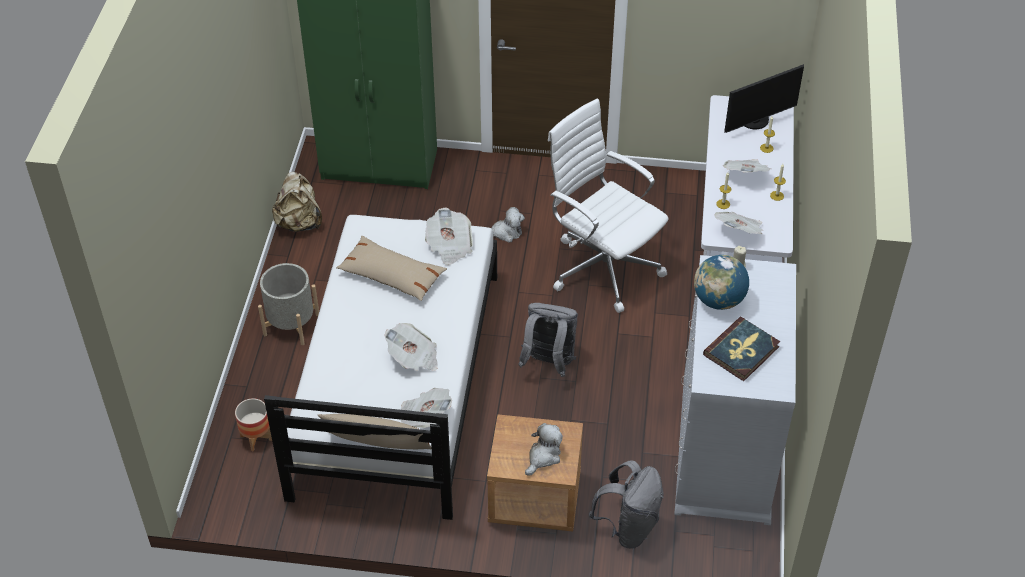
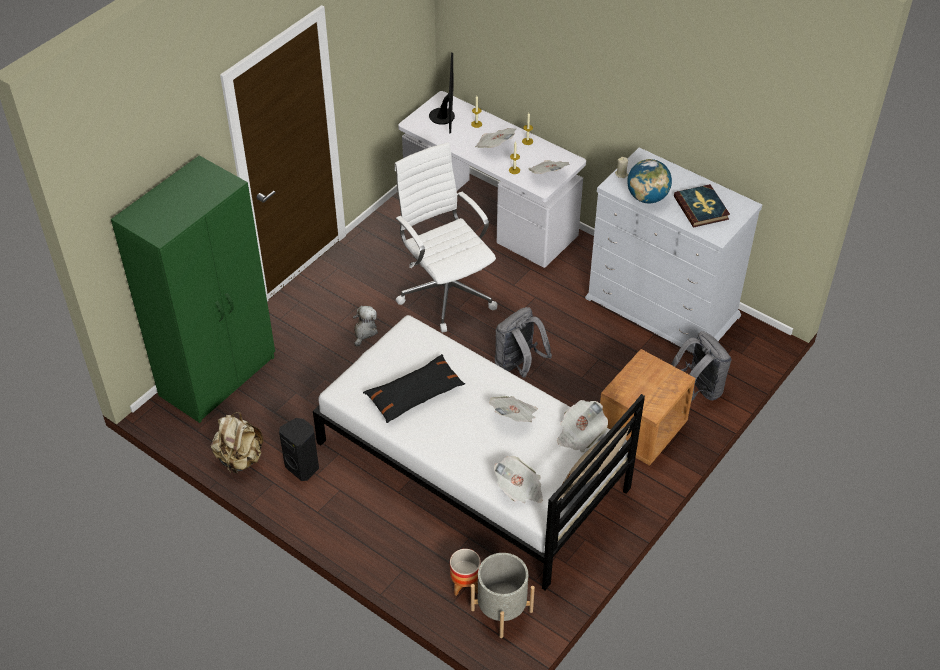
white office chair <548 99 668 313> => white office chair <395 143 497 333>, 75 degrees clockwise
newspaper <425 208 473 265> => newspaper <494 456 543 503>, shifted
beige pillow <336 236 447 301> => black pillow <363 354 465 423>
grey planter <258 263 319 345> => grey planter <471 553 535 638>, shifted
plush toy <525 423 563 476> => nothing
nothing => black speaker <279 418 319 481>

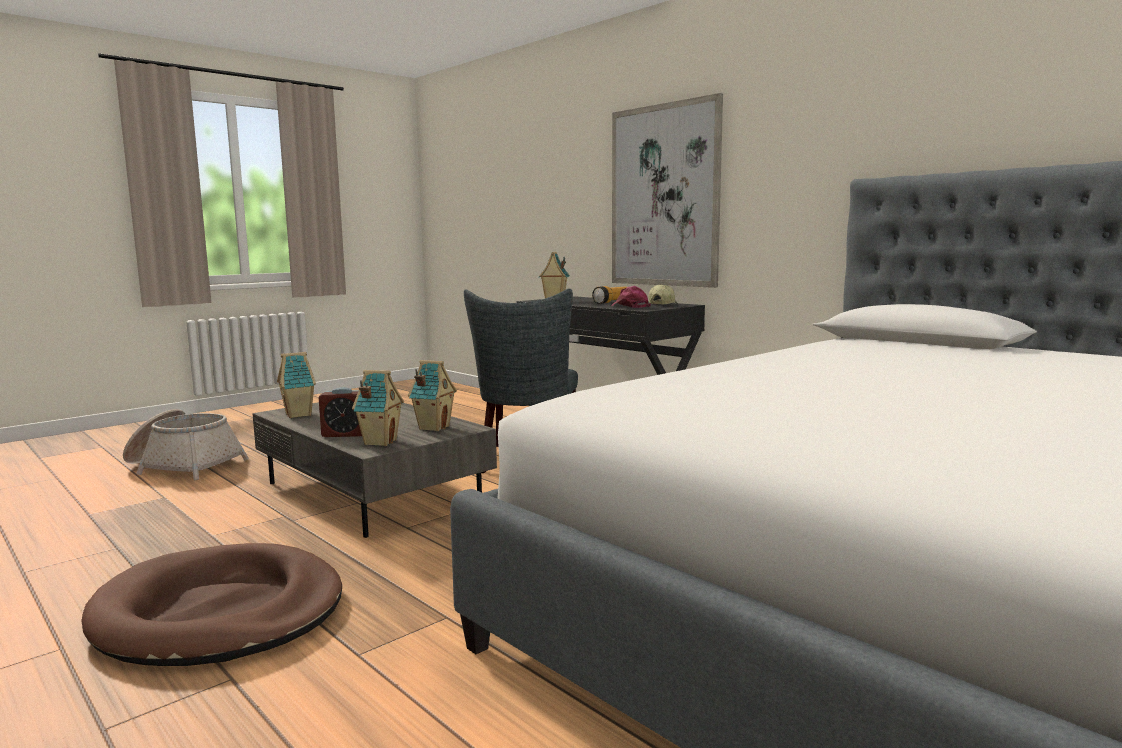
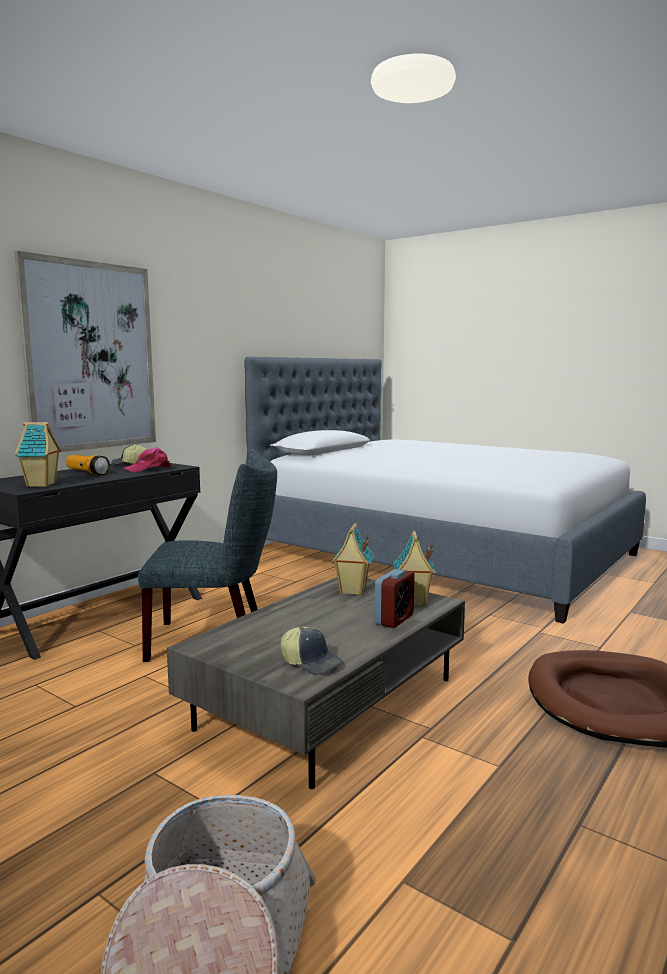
toy house <277 352 316 418> => cap <280 627 344 675>
alarm clock <319 387 362 437> => alarm clock <374 569 415 628>, 45 degrees clockwise

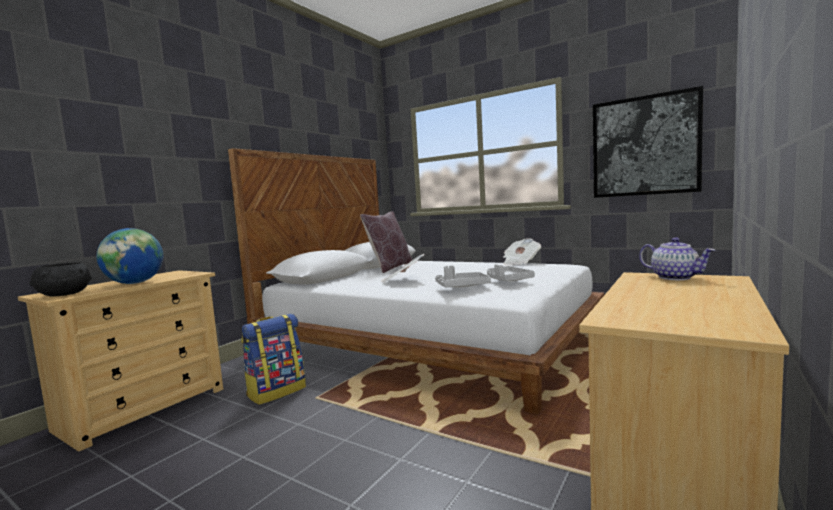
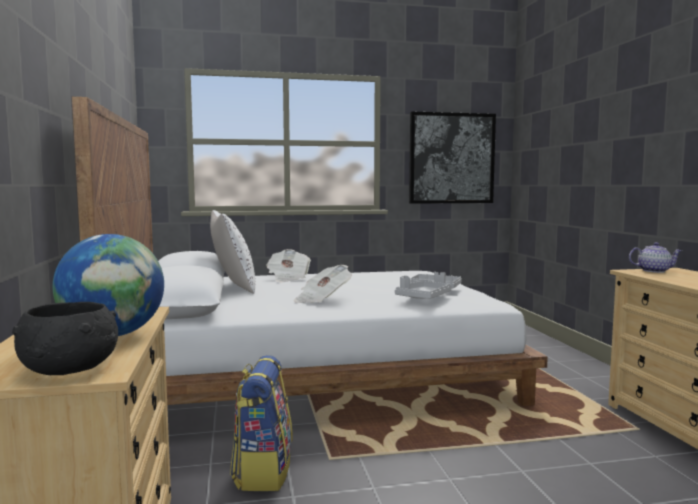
brown pillow <360 211 412 273> => white pillow <210 210 255 294>
newspaper <503 238 541 266> => newspaper <266 249 311 282>, shifted

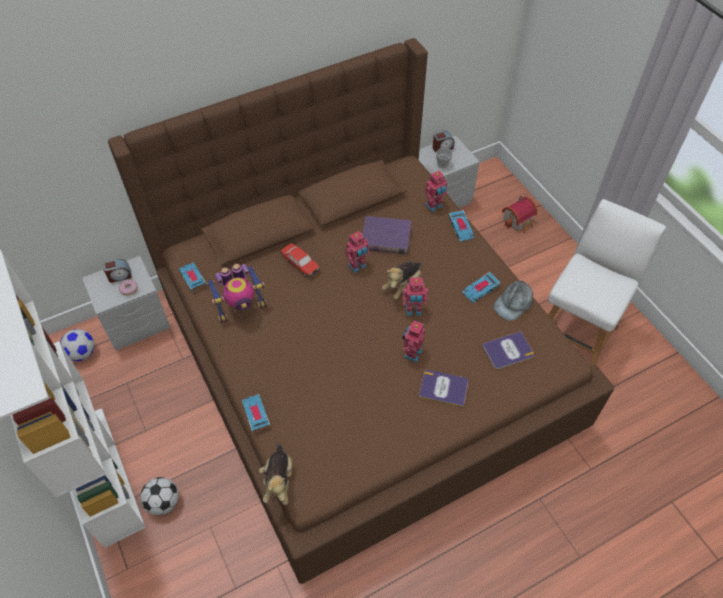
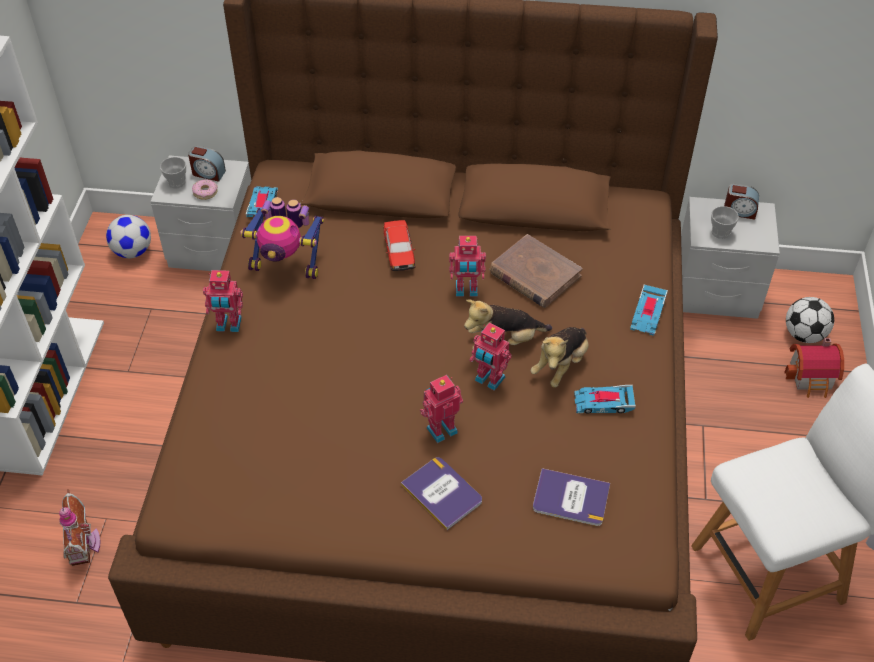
toy robot <424 171 448 212> => toy robot <203 270 243 332>, shifted
purple book <363 216 411 254> => brown book <490 234 582 308>
grey cap <493 281 533 321> => nothing
toy car <242 394 270 432> => nothing
plush toy <259 443 292 505> => plush toy <530 327 589 388>, shifted
football <140 477 179 515> => football <786 297 834 343>, shifted
nothing => cup <160 157 186 189>
nothing => toy house <59 489 100 566>

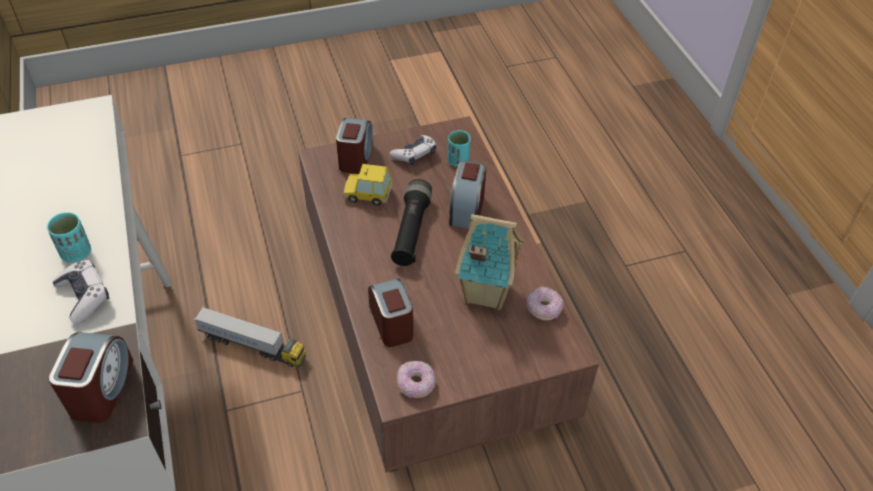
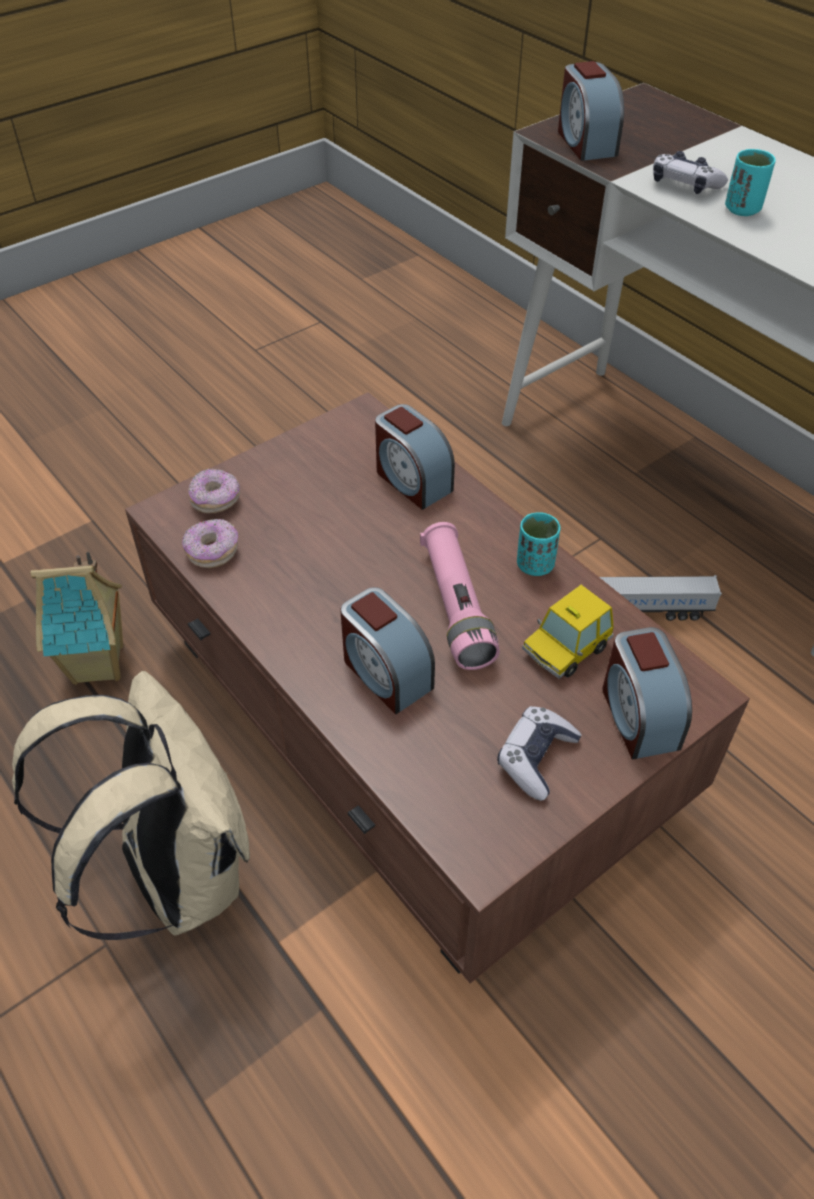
turquoise cup <448 130 471 167> => turquoise cup <517 512 560 576>, shifted
alarm clock <449 161 486 228> => alarm clock <340 587 435 714>, 150 degrees clockwise
toy car <343 164 392 206> => toy car <522 585 614 679>, 150 degrees clockwise
black flashlight <391 179 432 266> => pink flashlight <420 522 500 670>
toy house <455 214 524 310> => toy house <30 551 123 685>, shifted
donut <397 361 436 398> => donut <188 469 240 513>, shifted
nothing => beige backpack <12 671 250 940>

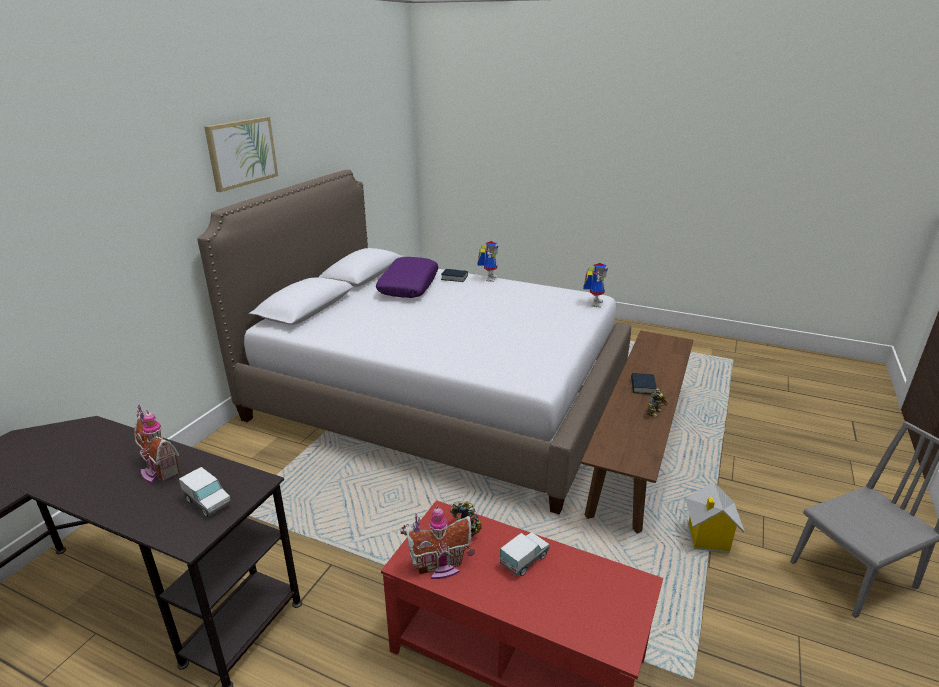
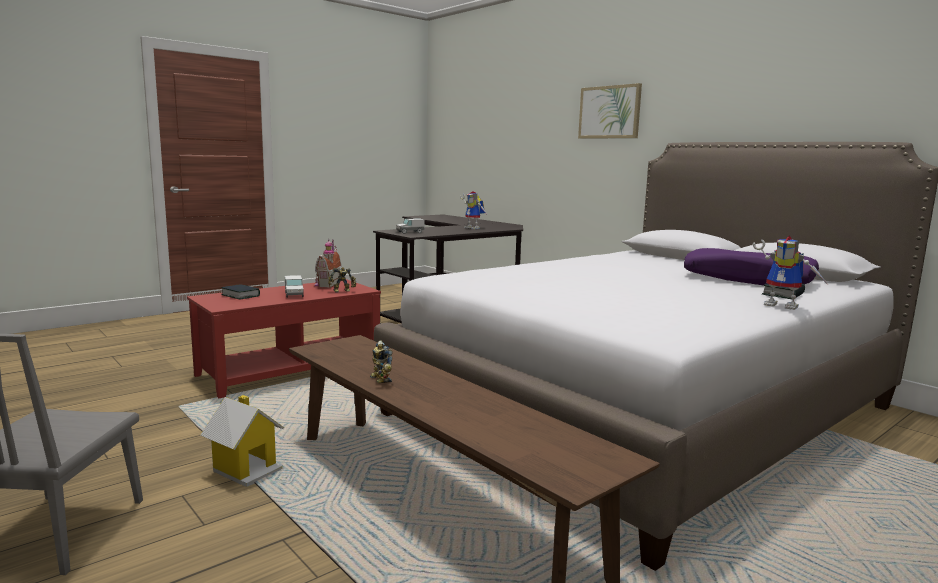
picture <204 117 278 192> => picture <578 83 642 139>, shifted
toy robot <583 263 608 308> => toy robot <460 191 488 229>, shifted
book <631 373 656 394> => book <221 284 260 300>, shifted
toy house <134 404 180 484> => nothing

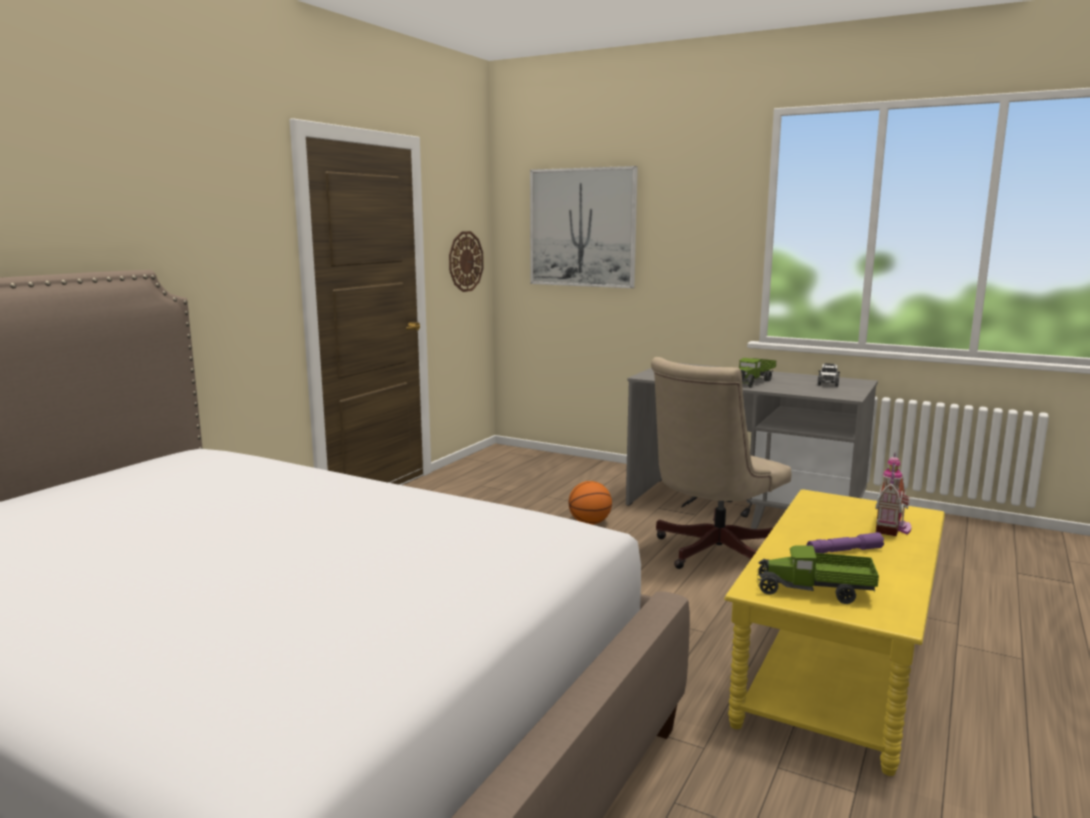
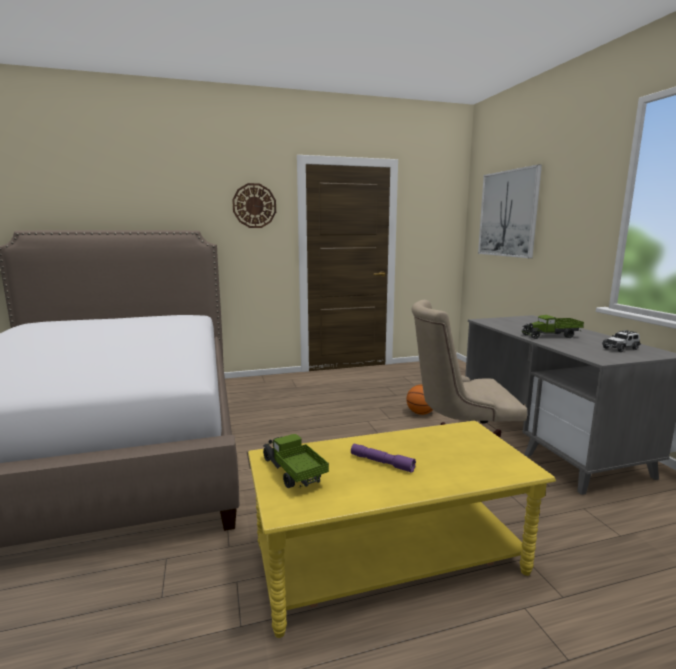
wall clock <449 231 484 292> => wall clock <232 183 276 228>, shifted
toy house <876 453 911 536> => nothing

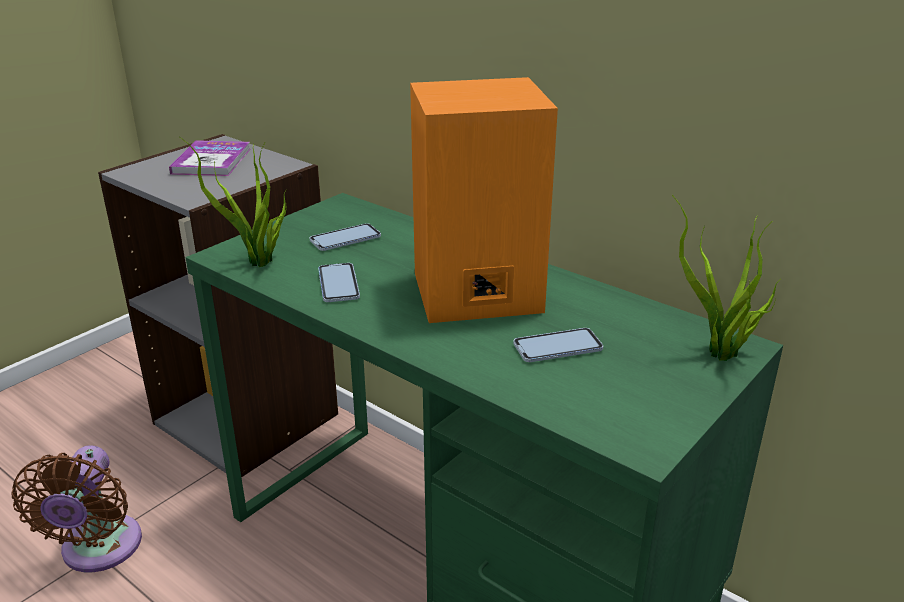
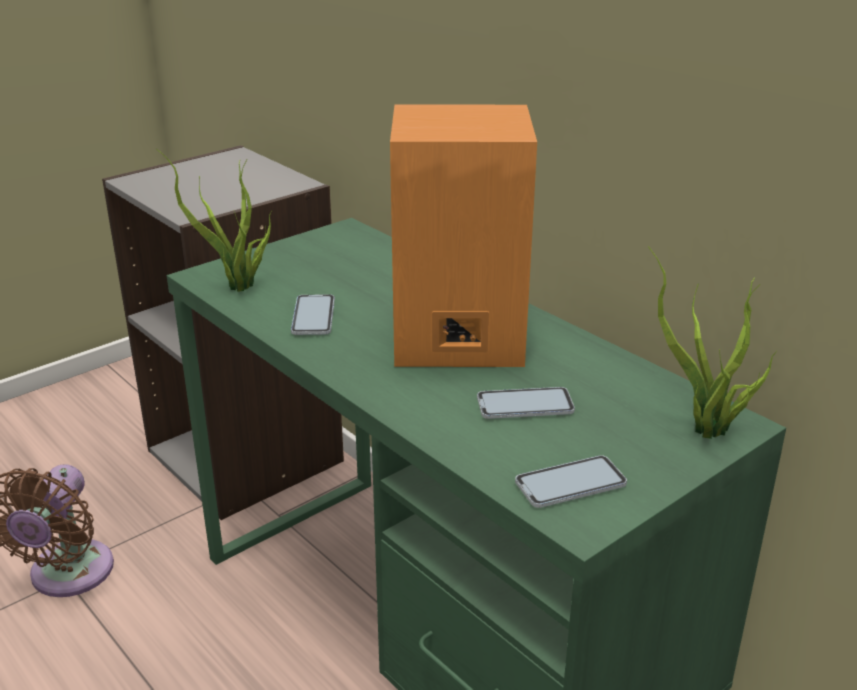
book <169 140 250 176> => nothing
phone <310 223 381 251> => phone <515 455 627 508>, shifted

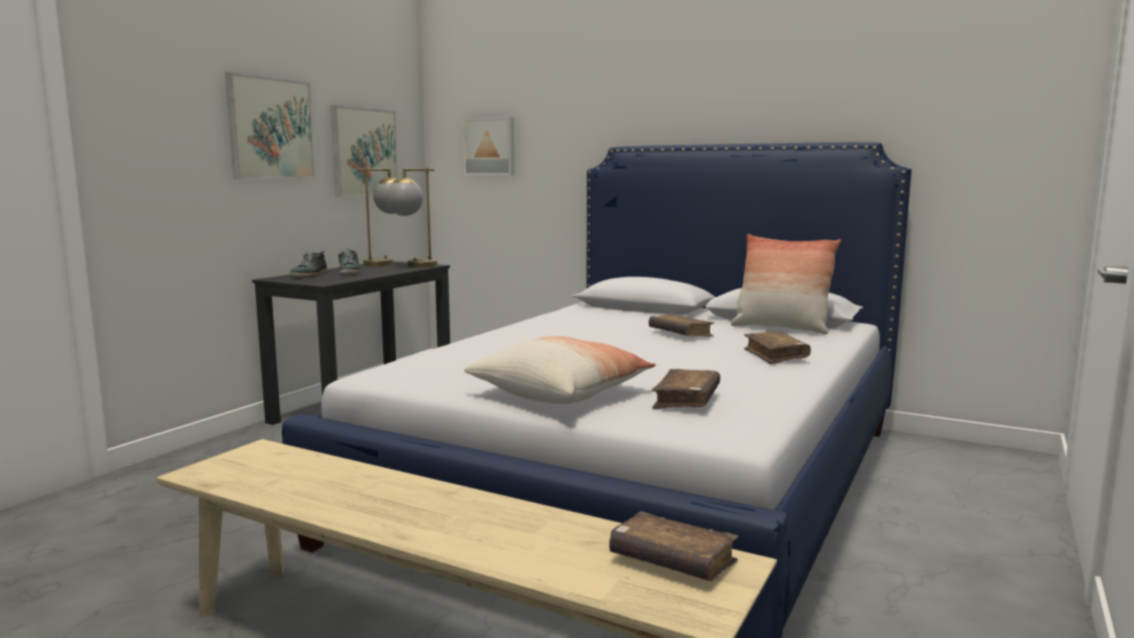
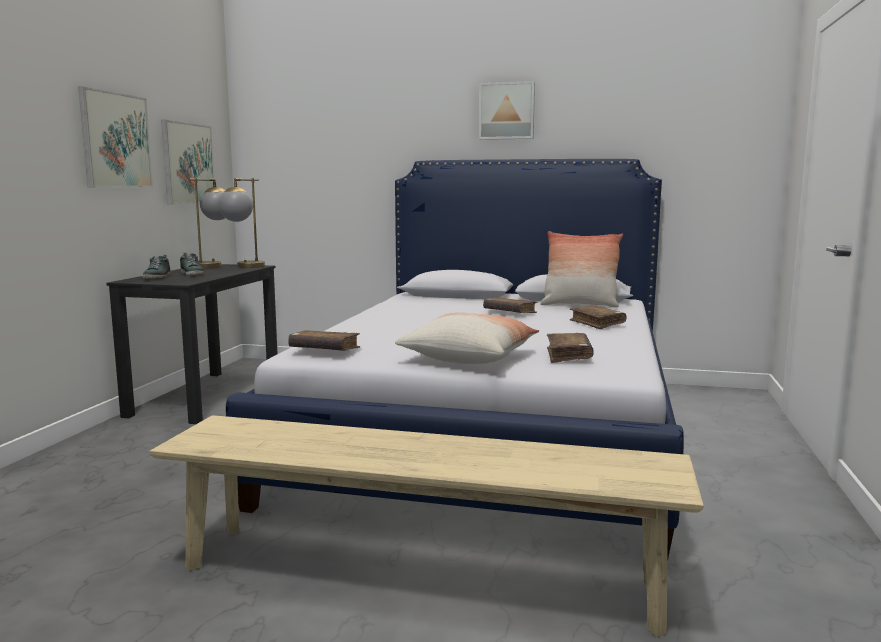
picture <463 117 515 175> => picture <479 81 535 140>, shifted
brown book <609 511 738 581> => brown book <288 330 360 351>, shifted

